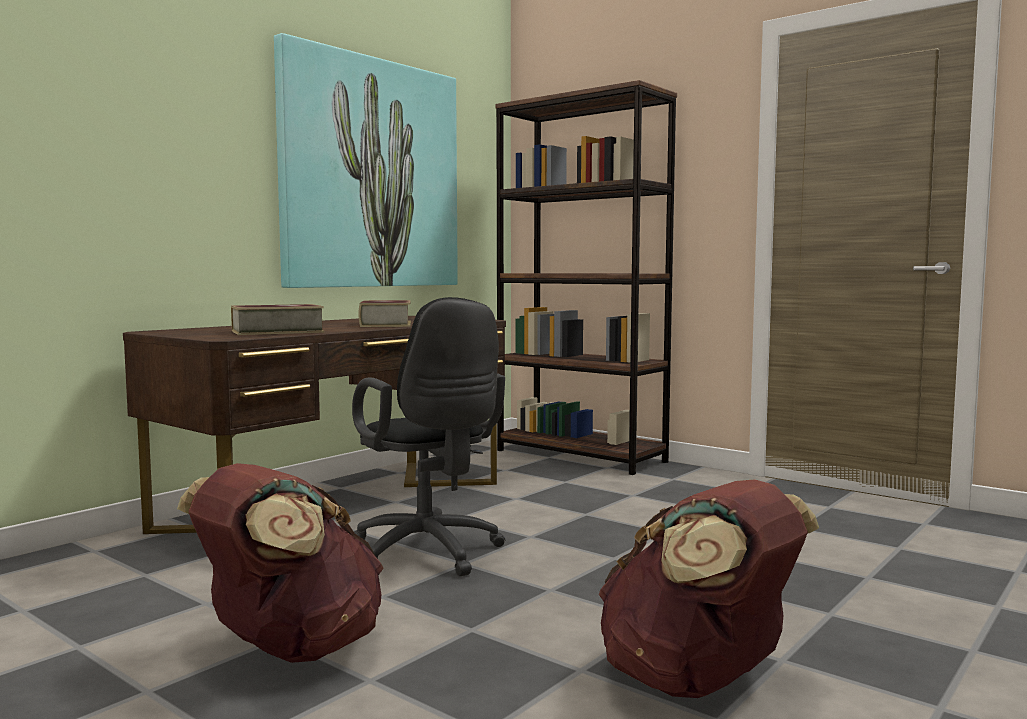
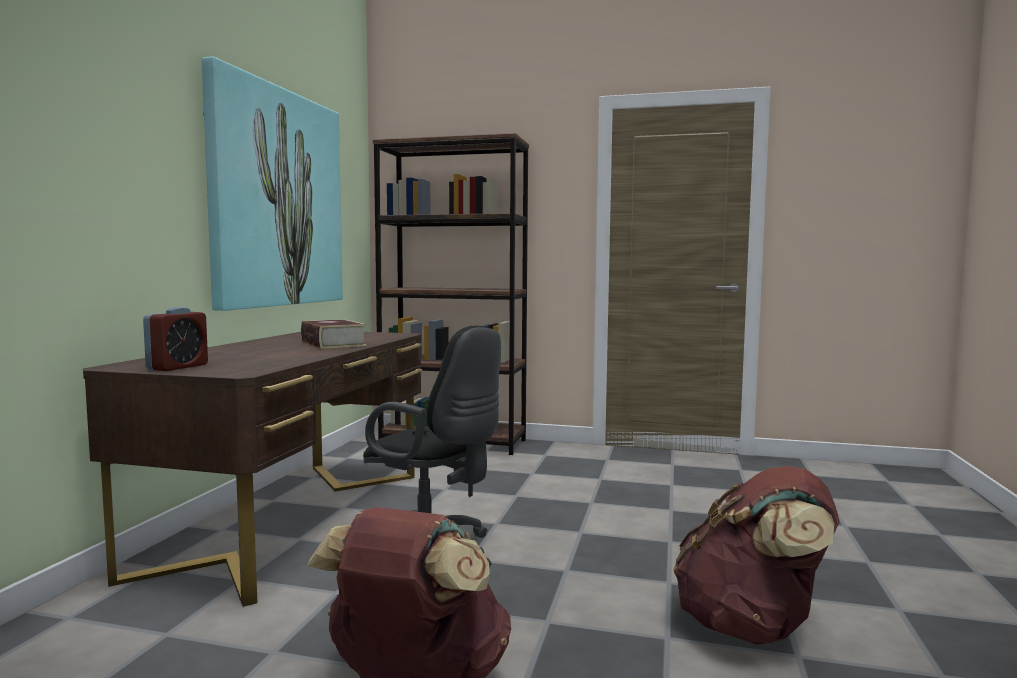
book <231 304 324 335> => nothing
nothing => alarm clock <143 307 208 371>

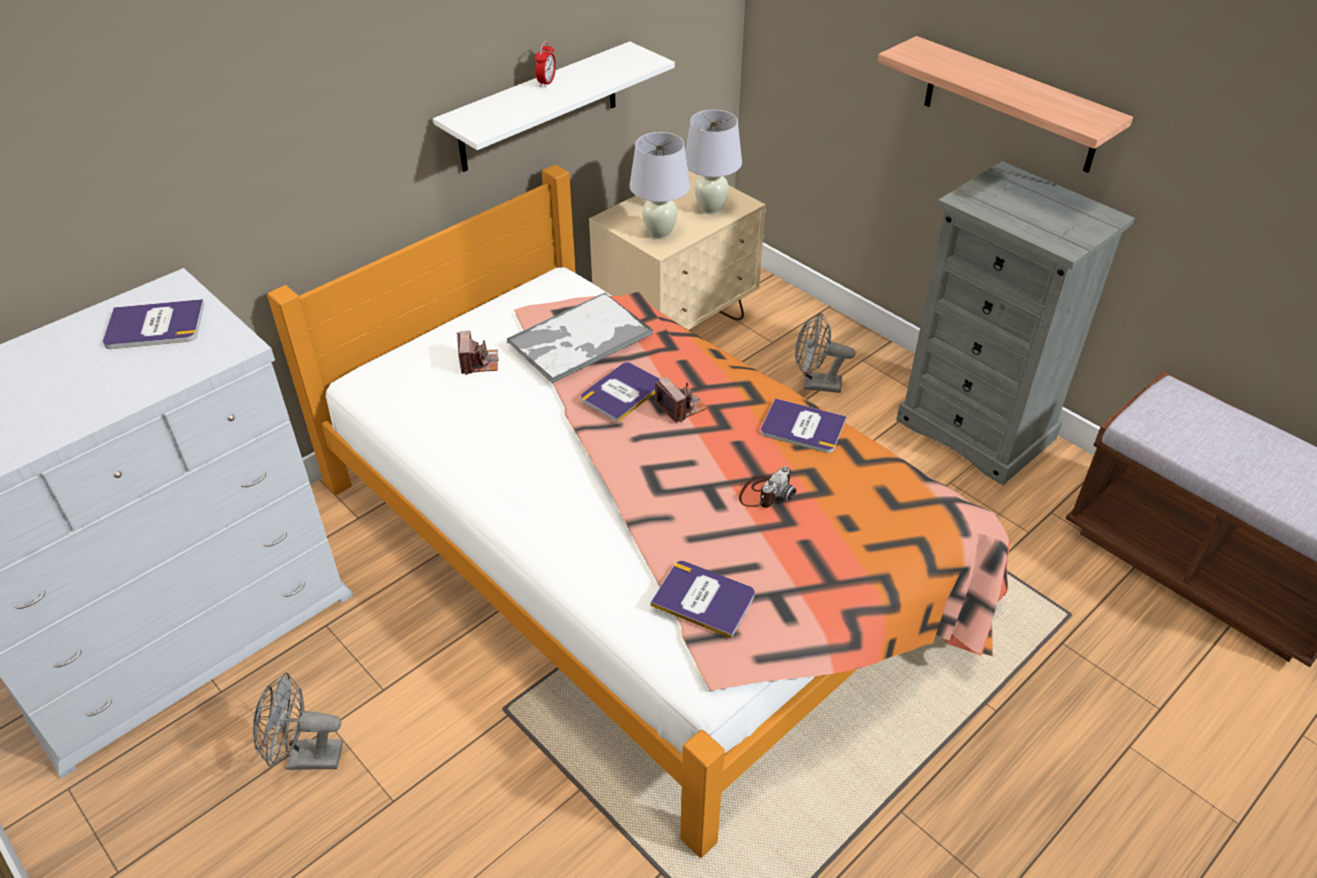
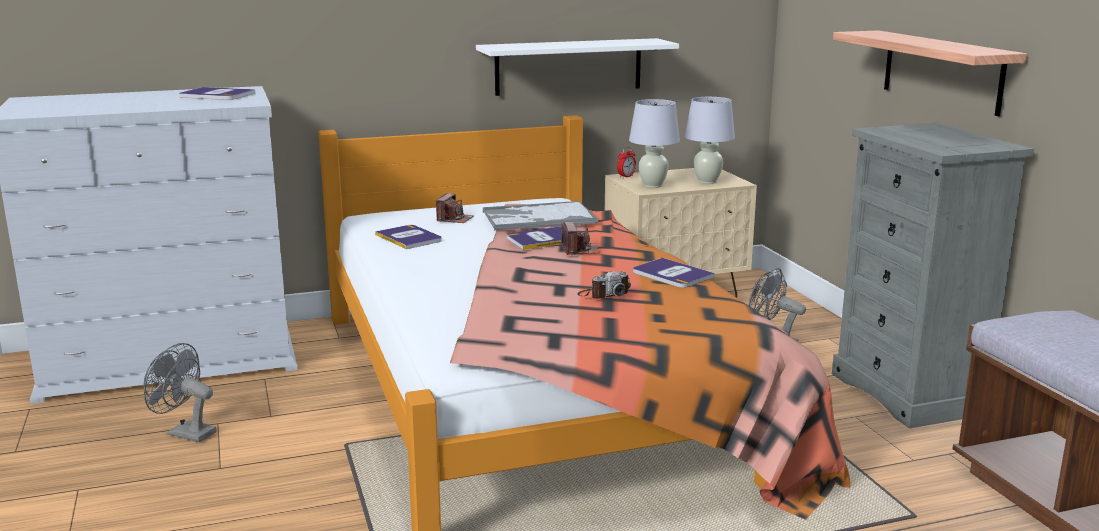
alarm clock <535 41 556 88> => alarm clock <617 147 636 178>, shifted
book <651 561 755 639> => book <375 225 442 249>, shifted

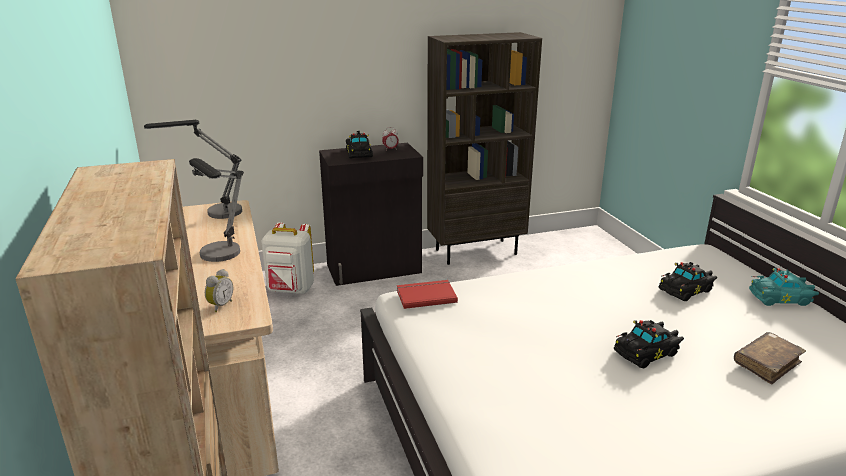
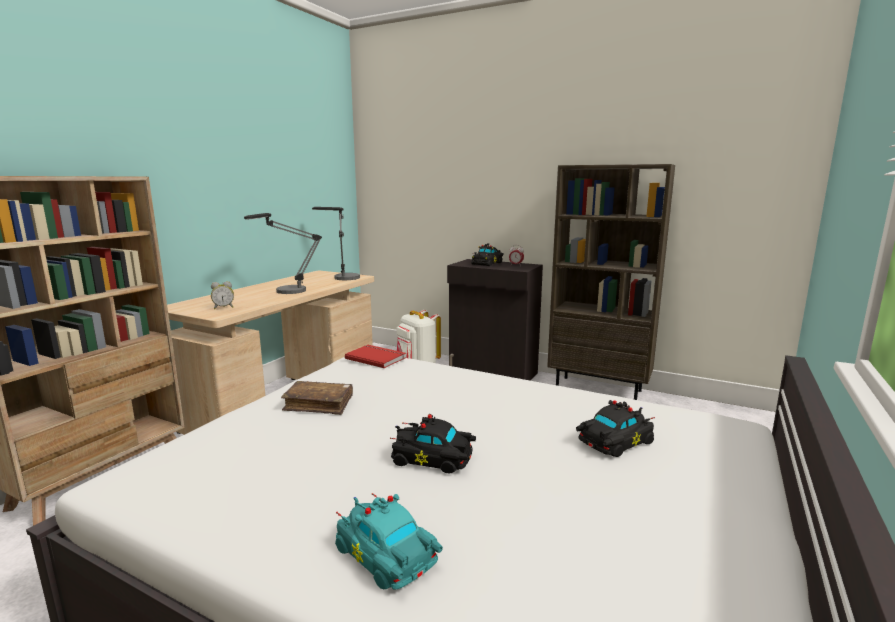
black toy car <658 262 717 301> => black toy car <576 400 655 457>, 135 degrees clockwise
turquoise toy car <749 268 819 306> => turquoise toy car <335 493 443 590>, shifted
brown book <734 332 806 385> => brown book <281 381 353 415>, shifted

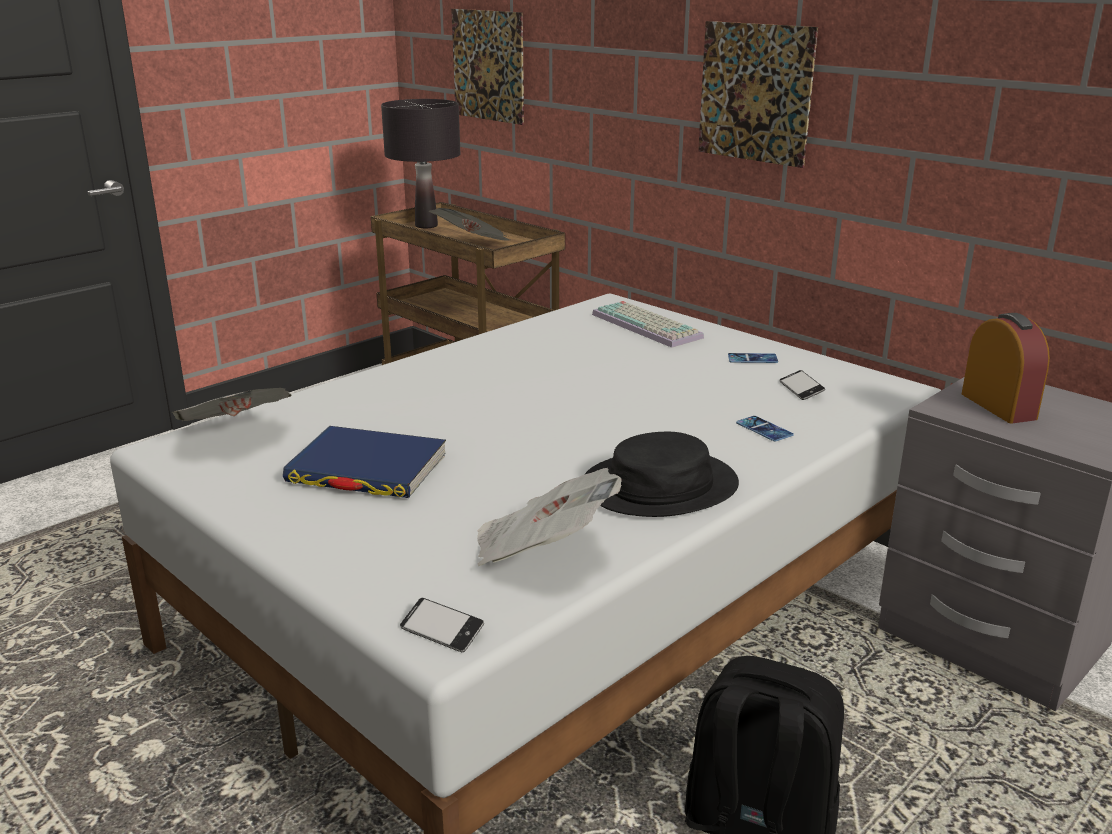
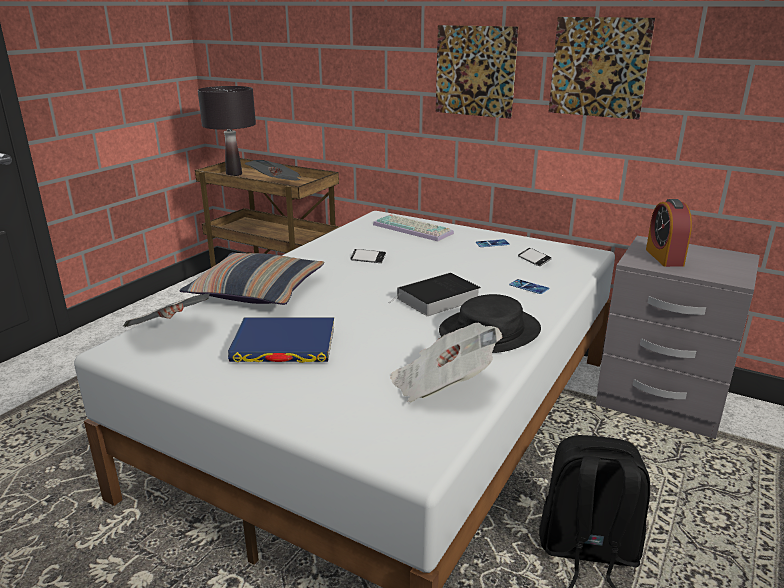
picture <451 9 524 125> => picture <548 17 655 120>, shifted
alarm clock <962 313 1050 423> => alarm clock <646 199 692 267>, 150 degrees counterclockwise
phone <400 598 484 652> => phone <350 249 386 263>, shifted
nothing => pillow <180 252 325 305>
nothing => book <388 273 481 316>

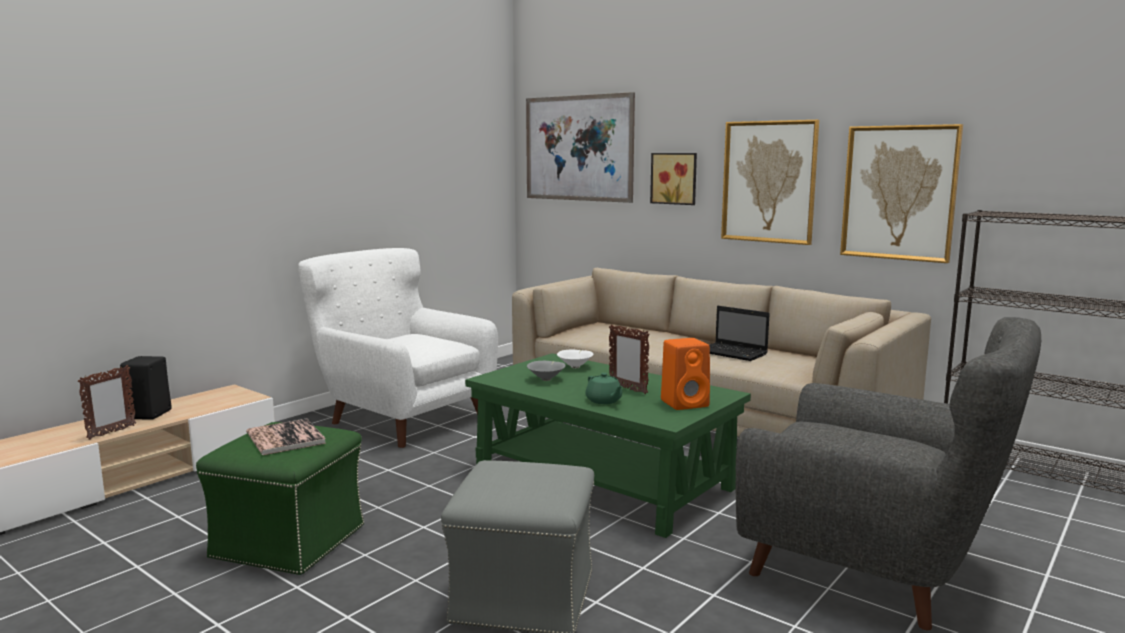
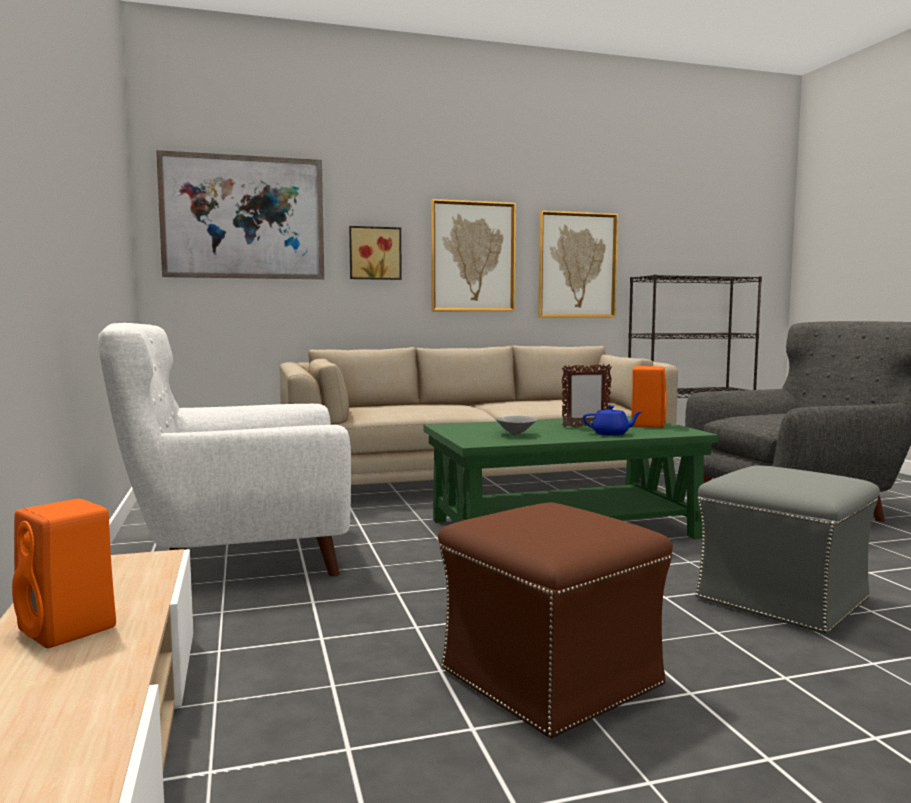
laptop <709 306 770 361> => nothing
white bowl <557 349 593 368> => nothing
black speaker <120 356 172 420> => orange speaker <12 499 116 648>
picture frame <78 365 136 440> => nothing
green teapot <586 373 623 404> => blue teapot <583 405 642 436>
book <246 418 326 455> => nothing
green ottoman <196 422 364 575> => brown ottoman <438 502 673 739>

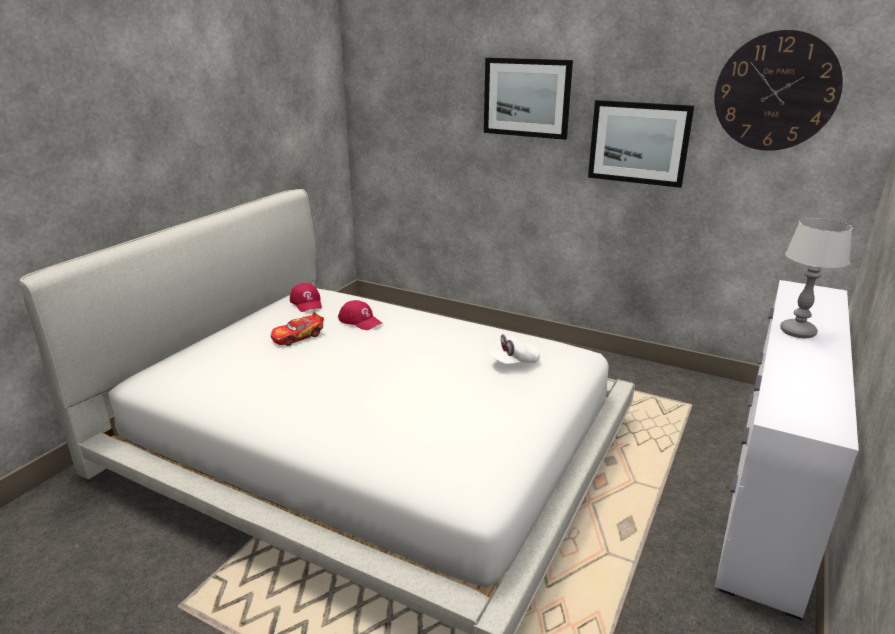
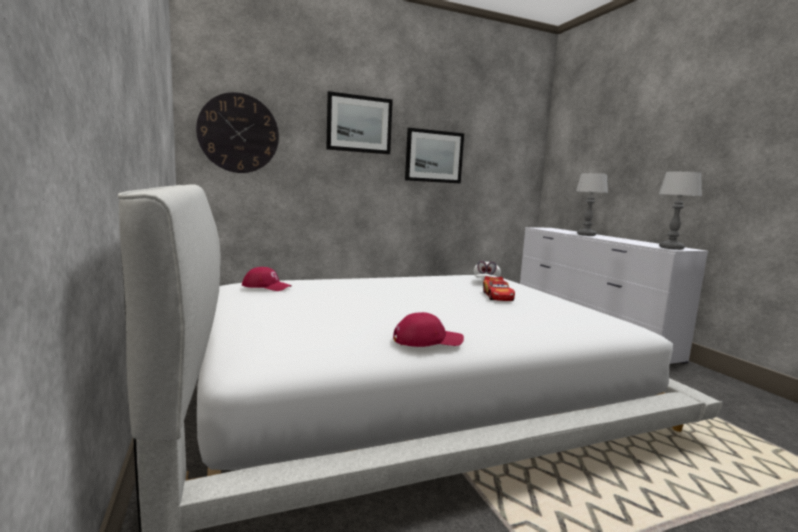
wall clock <714 30 843 151> => wall clock <196 92 279 173>, shifted
red cap <338 300 382 330> => red cap <393 312 464 347>, shifted
toy car <271 312 324 346> => toy car <483 276 515 301>, shifted
nothing => table lamp <659 171 702 250>

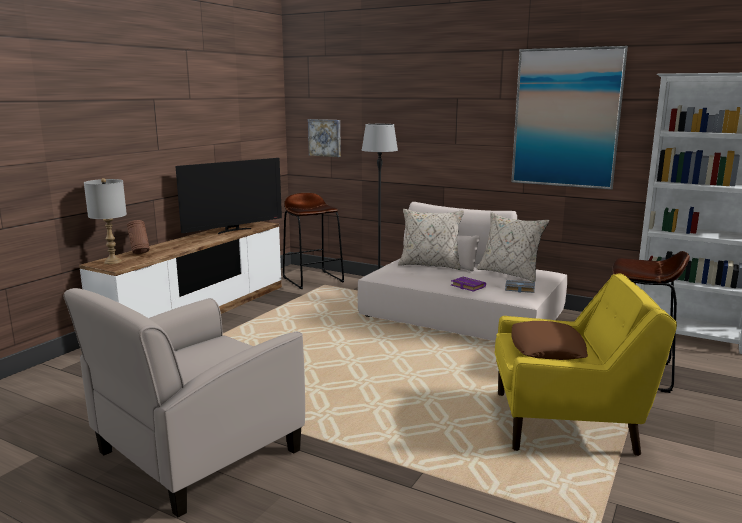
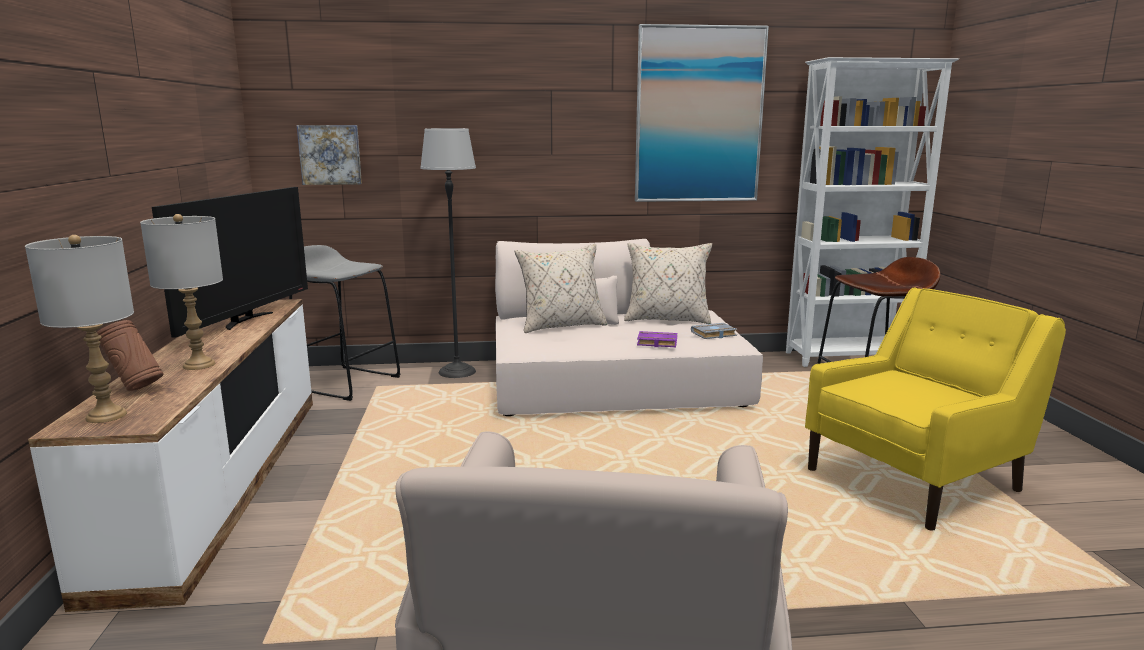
brown stool <283 193 344 289> => grey stool <289 245 401 401>
brown pillow <511 321 588 360> => nothing
nothing => grey table lamp <140 214 223 370>

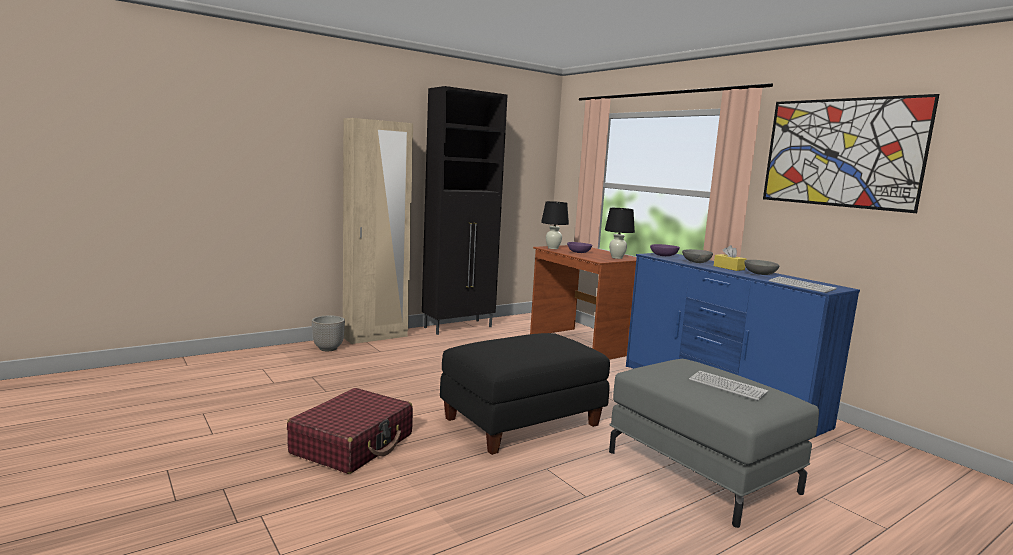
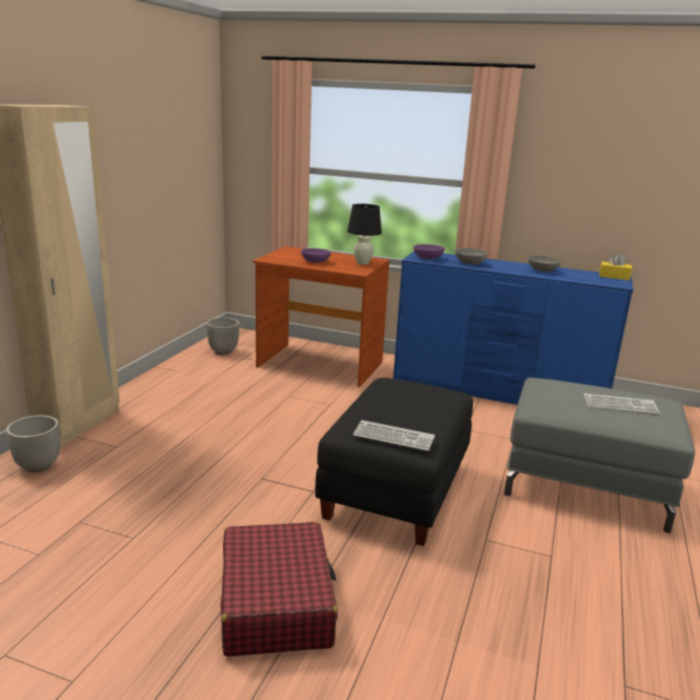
black cabinet <422 86 508 335> => nothing
picture <763 94 939 213> => nothing
black table lamp <541 201 569 249> => nothing
yellow tissue box <714 245 746 271> => yellow tissue box <599 253 632 280>, shifted
keyboard <769 277 837 293> => keyboard <353 420 435 451>, shifted
nothing => planter <206 318 239 355>

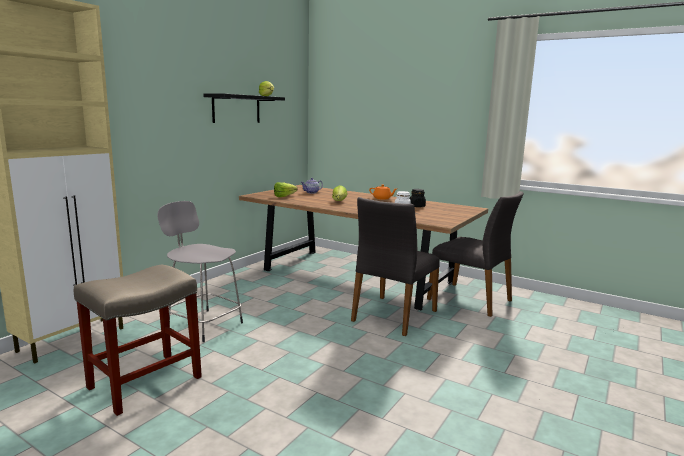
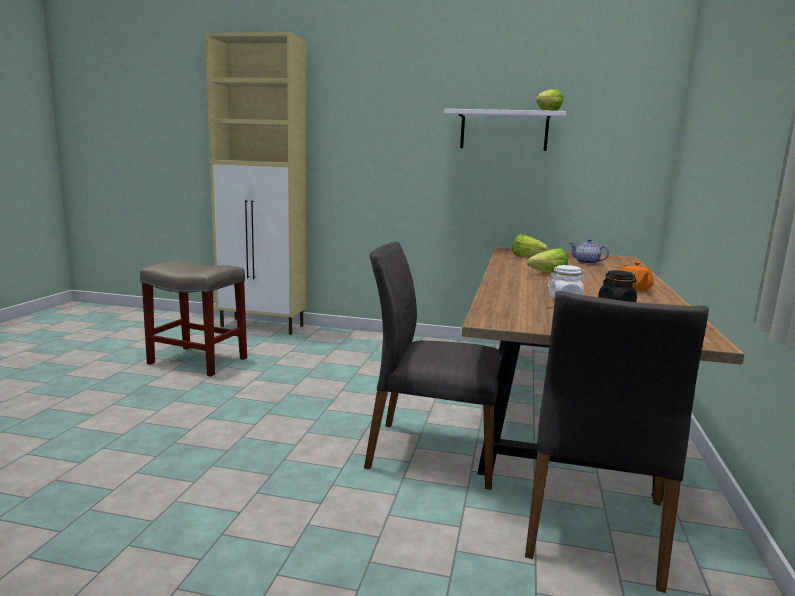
black shelf <203 94 285 123> => white shelf <444 109 566 151>
grey stool <157 201 243 342> => nothing

